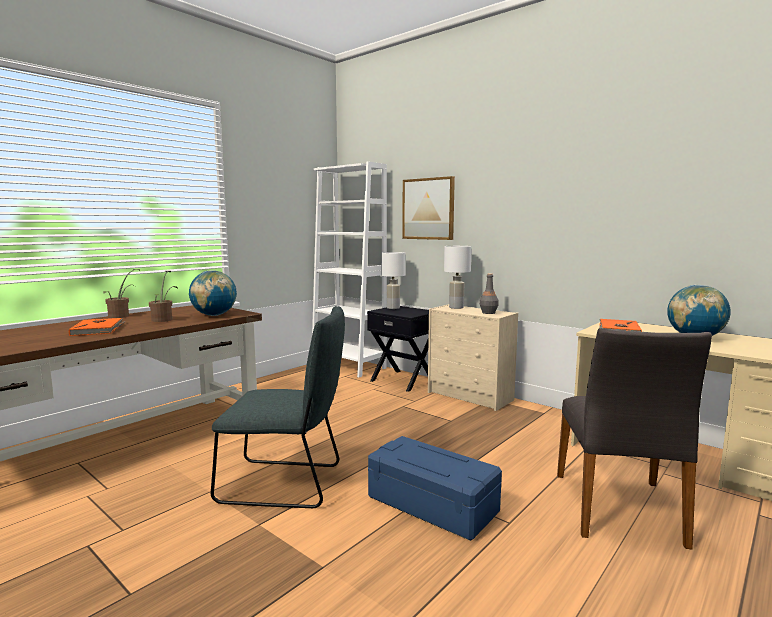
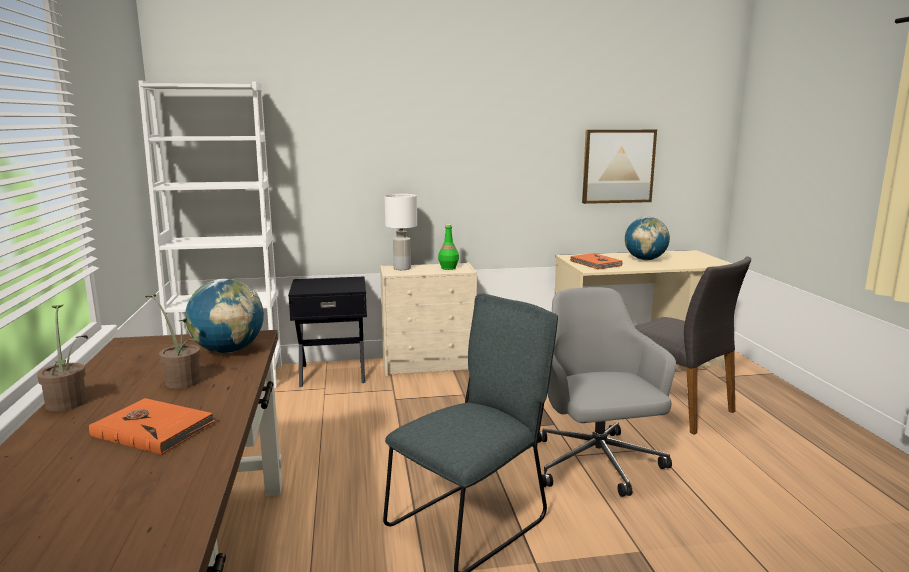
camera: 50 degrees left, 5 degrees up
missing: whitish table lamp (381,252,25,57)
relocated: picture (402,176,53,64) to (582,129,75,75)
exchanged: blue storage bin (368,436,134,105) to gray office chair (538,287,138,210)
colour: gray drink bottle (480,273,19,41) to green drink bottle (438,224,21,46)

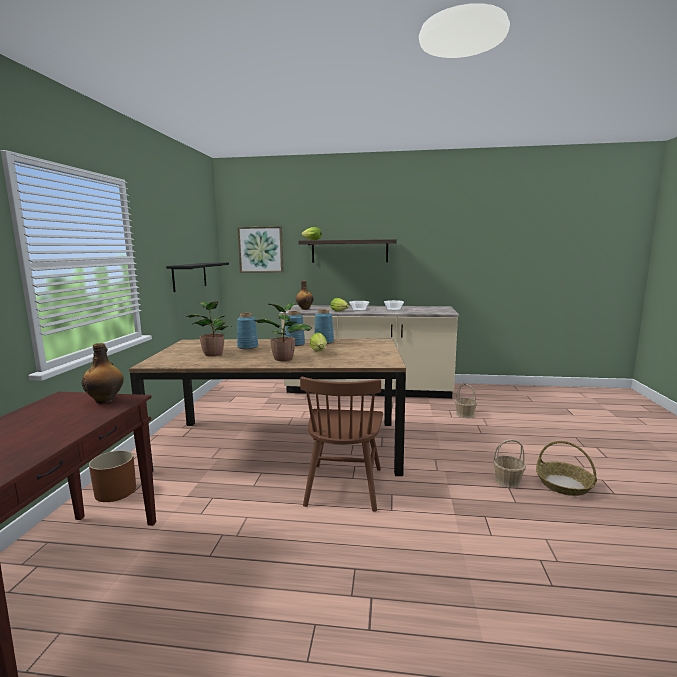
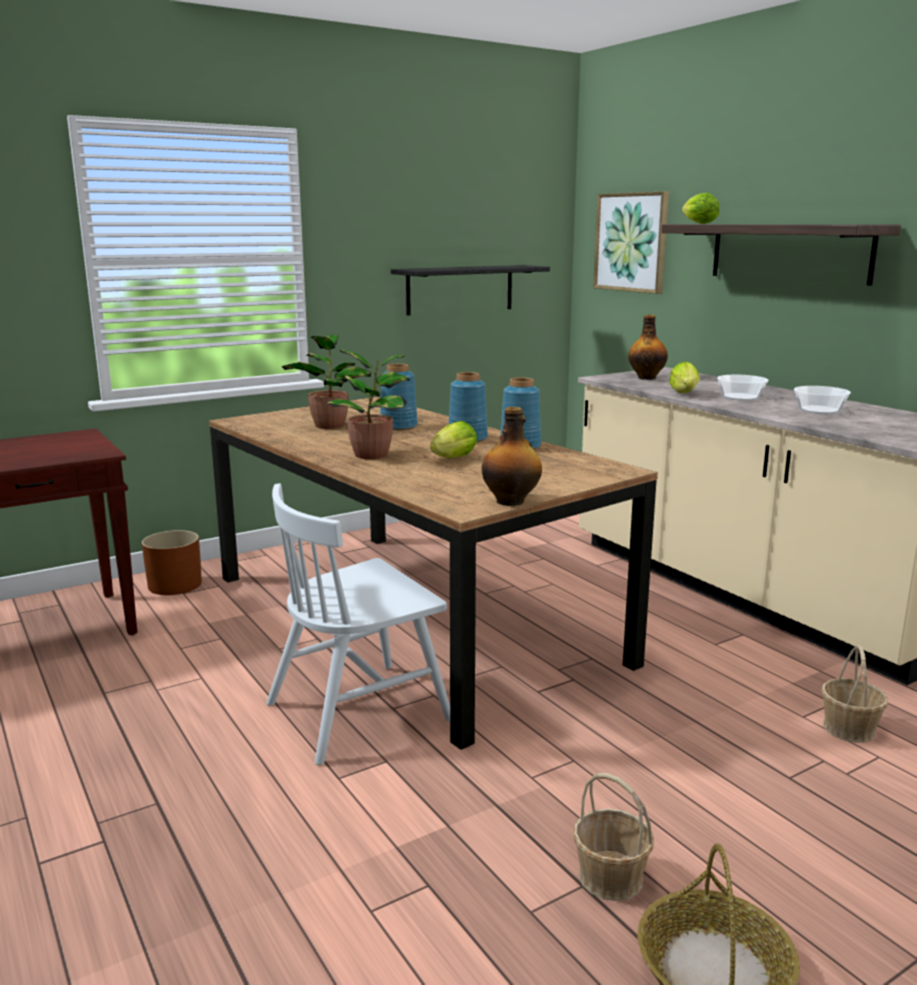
camera: 50 degrees right, 5 degrees up
relocated: drink bottle (82,343,42,61) to (482,407,60,99)
colour: brown plain chair (300,377,83,135) to whitish plain chair (266,483,184,282)

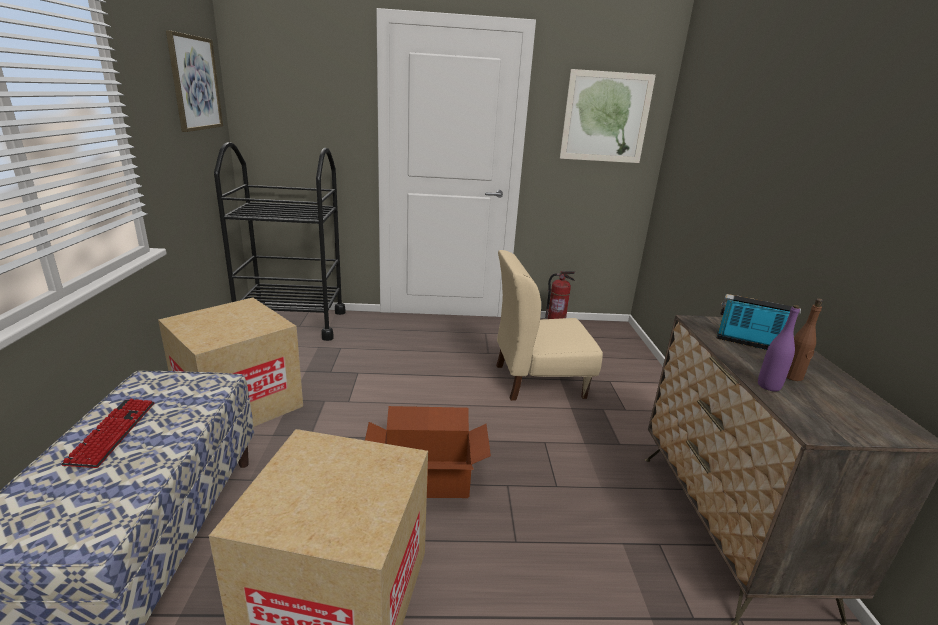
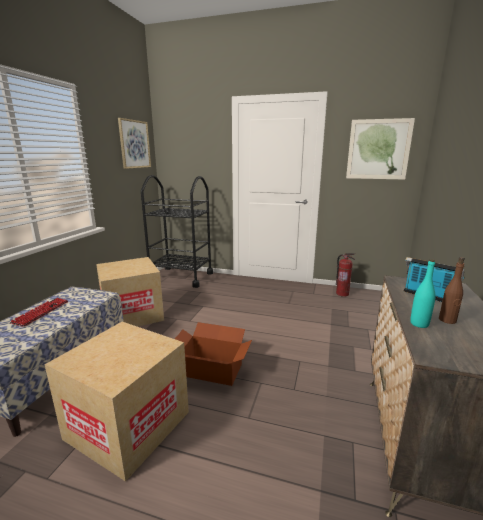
camera: 20 degrees right, 5 degrees down
missing: beige plain chair (496,250,107,151)
colour: purplish drink bottle (758,305,42,86) to blue-green drink bottle (410,259,26,69)

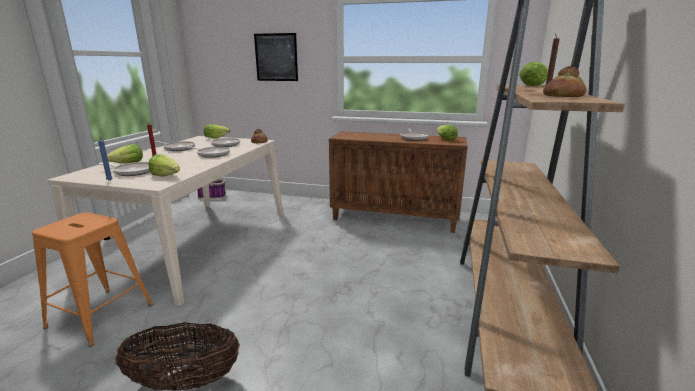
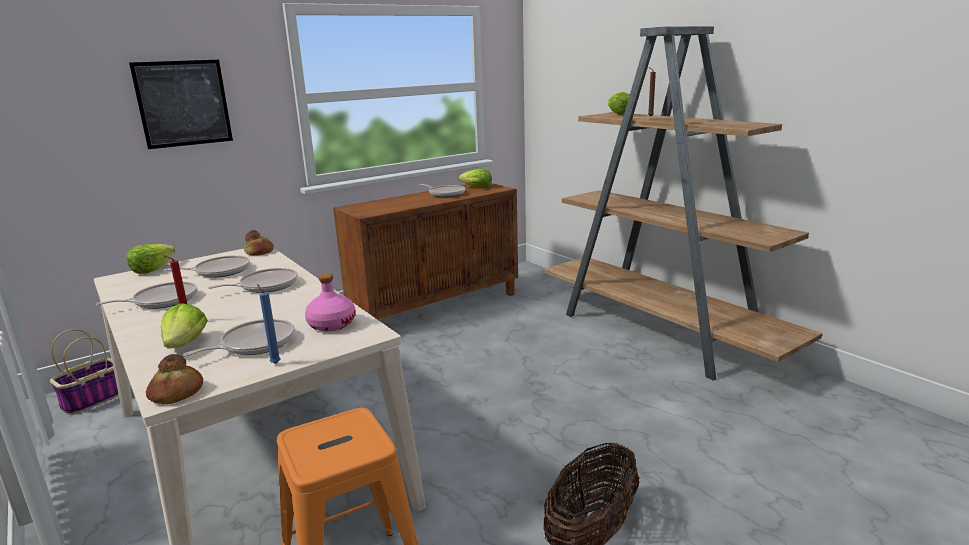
camera: 50 degrees left, 0 degrees up
relocated: bakery bread (543,66,44,31) to (146,354,57,50)
exchanged: lettuce (148,154,32,23) to pink-coloured drink bottle (305,273,51,58)

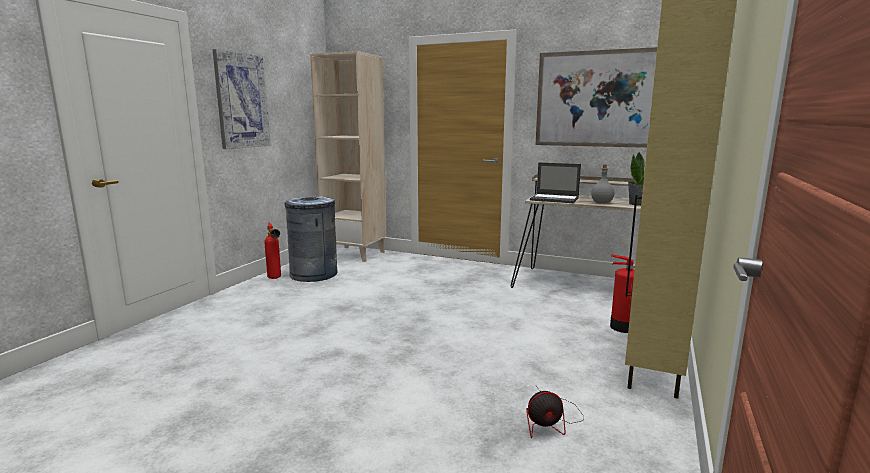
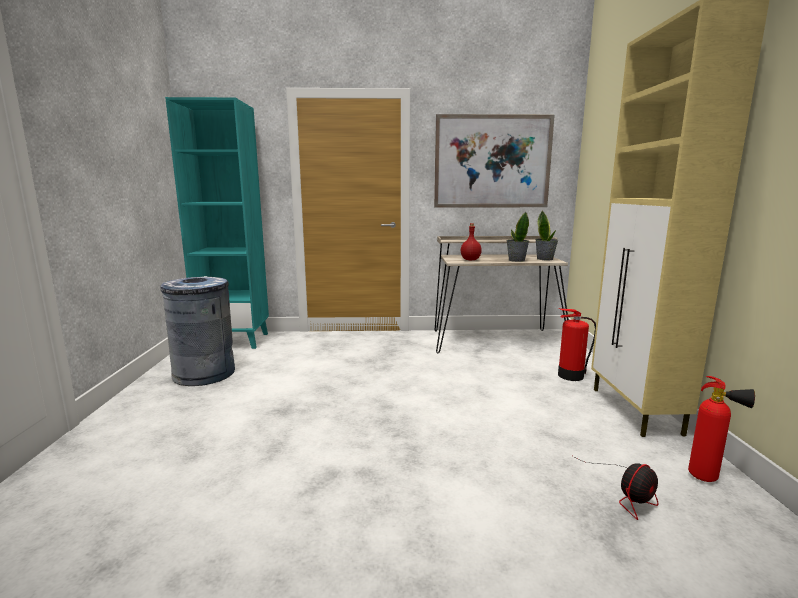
camera: 25 degrees left, 0 degrees up
missing: picture (212,49,59,100)
relocated: fire-fighting cylinder (264,222,17,57) to (688,376,67,106)
exchanged: notebook computer (530,162,51,41) to reddish drink bottle (461,223,21,37); gray drink bottle (591,165,23,39) to houseplant (506,212,23,50)
colour: beige bookshelf (310,51,77,211) to blue-green bookshelf (165,97,104,252)

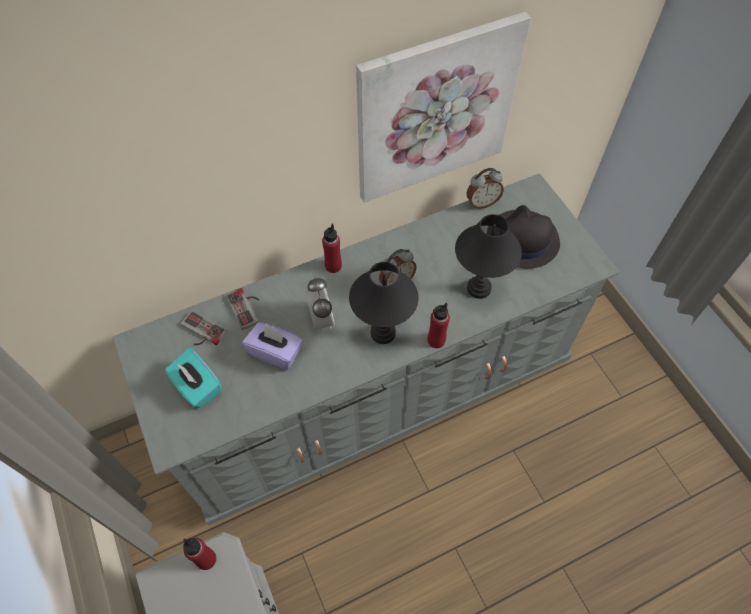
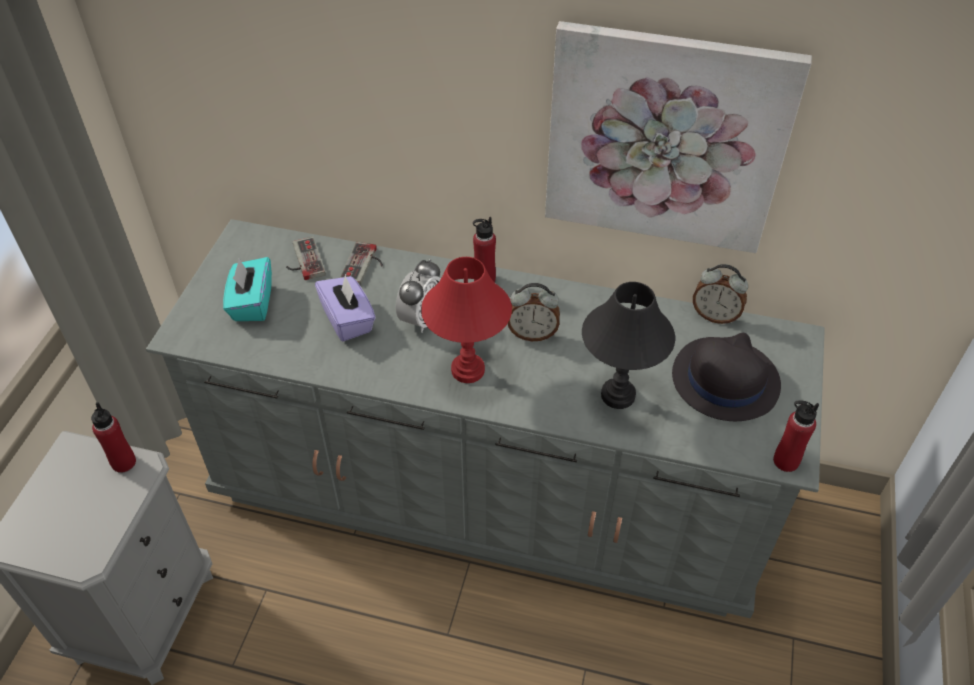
camera: 40 degrees right, 10 degrees down
relocated: reddish drink bottle (428,303,22,45) to (773,400,46,72)
colour: black table lamp (349,262,70,82) to reddish table lamp (421,257,91,126)

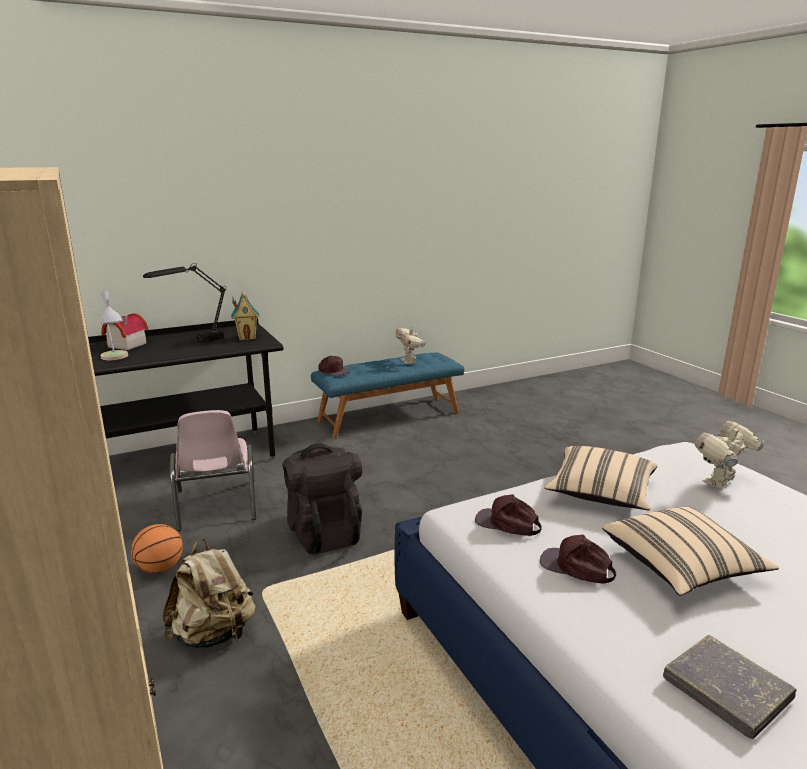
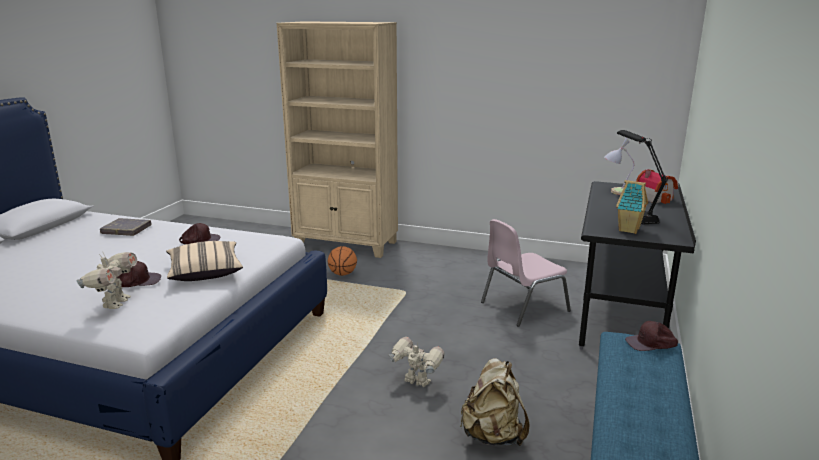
camera: 135 degrees right, 0 degrees up
missing: black rucksack (282,443,80,112); beige cushion (602,506,177,90)
relocated: basketball ball (131,524,52,49) to (327,246,30,30); beige rucksack (163,539,93,109) to (460,358,70,88); robot figure (395,326,31,38) to (389,337,56,50); brown cap (475,494,67,42) to (117,261,44,26)
spun: pink-coloured plain chair (170,410,86,121) = (481,219,90,108) 60 degrees counterclockwise

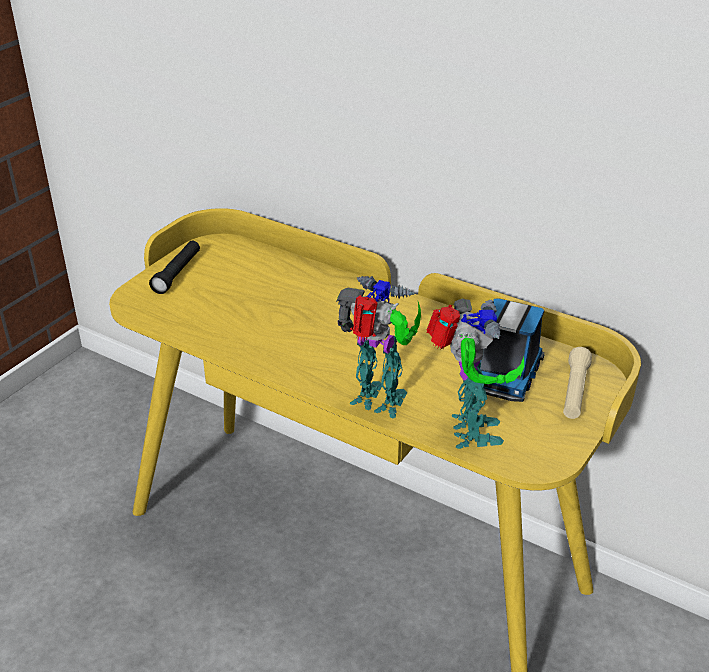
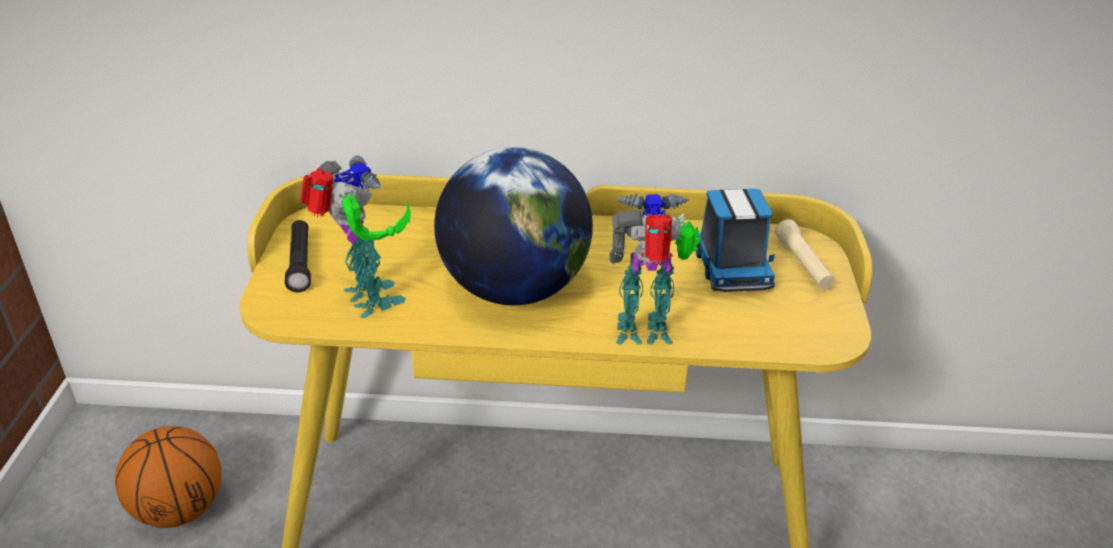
camera: 30 degrees left, 0 degrees up
appeared: basketball ball (115,426,107,102); globe (434,147,159,158)
relocated: robot figure (426,298,98,151) to (301,155,110,163)

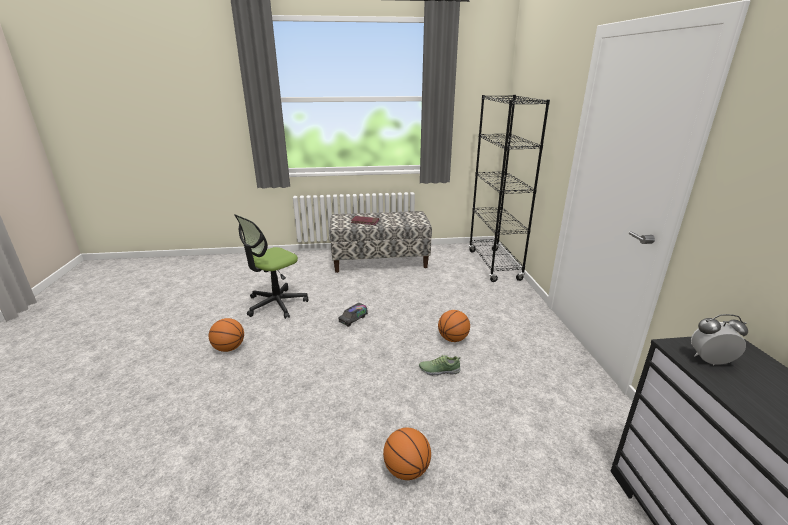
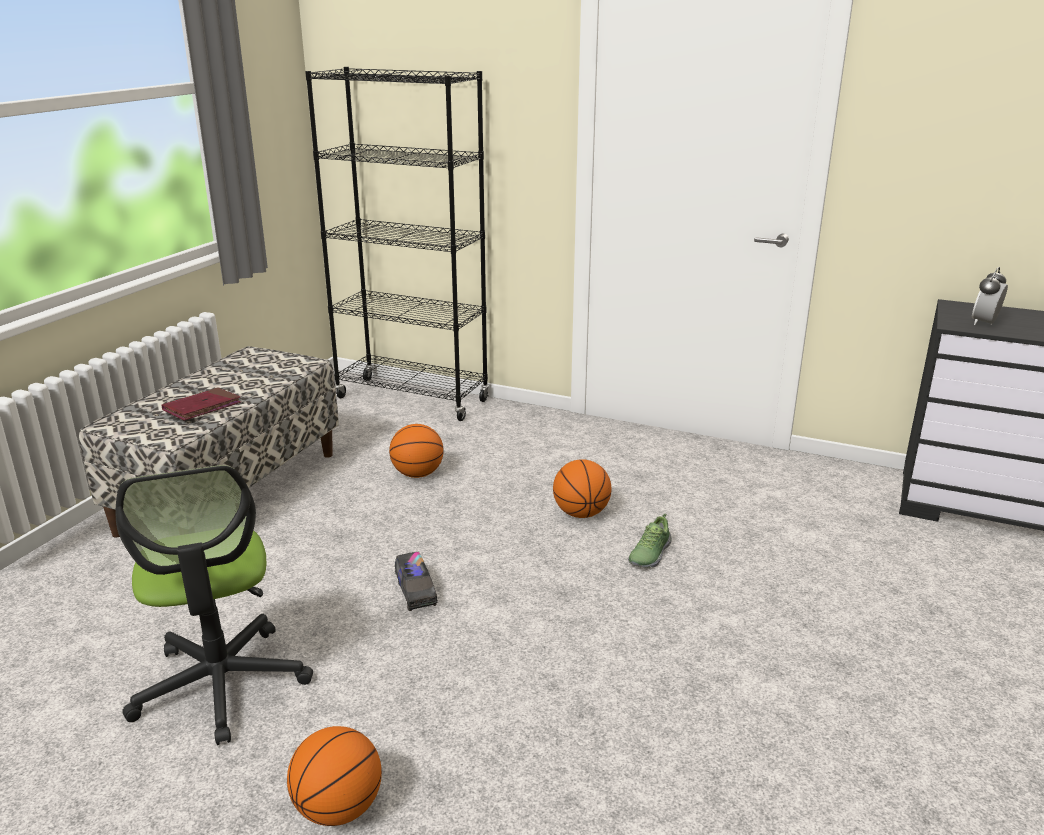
camera: 60 degrees left, 0 degrees up
relocated: basketball ball (383,428,48,52) to (389,424,55,54)

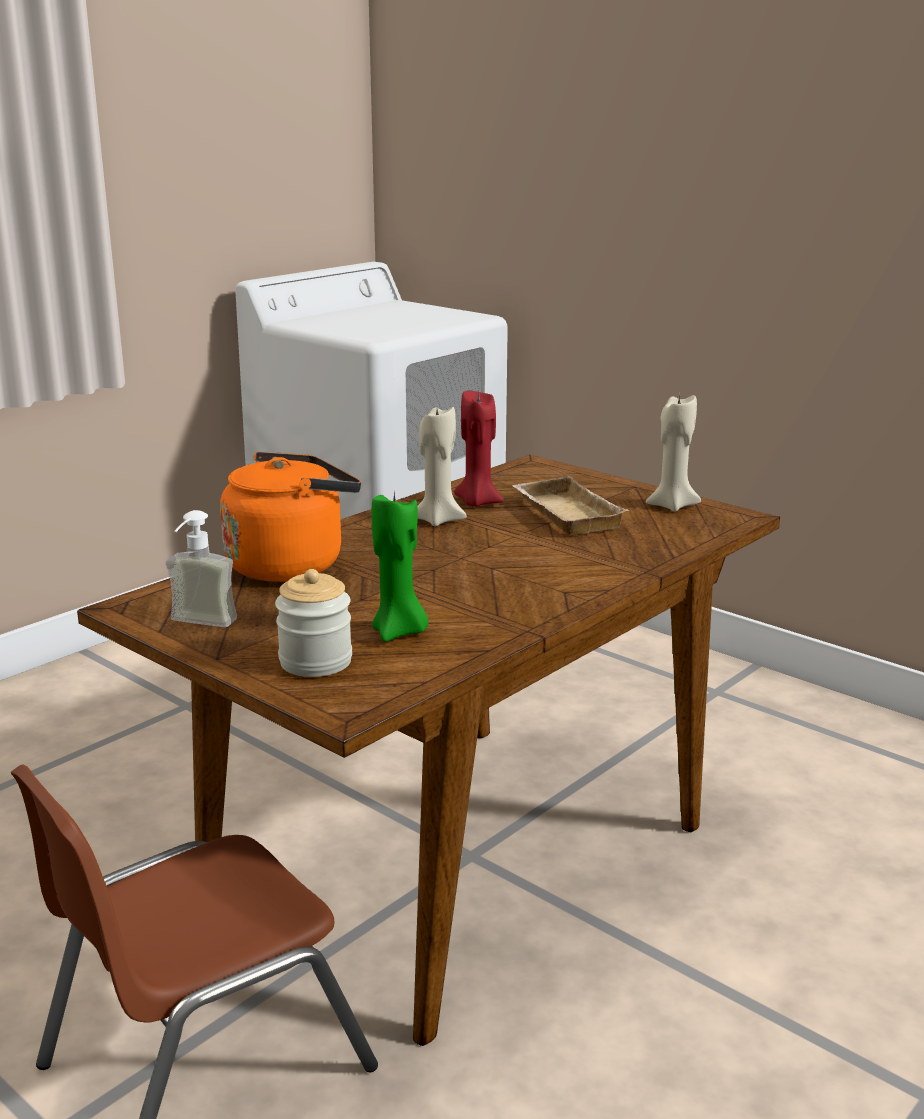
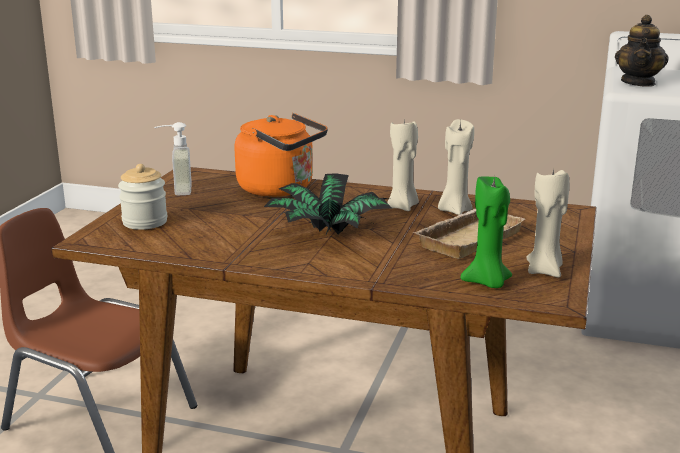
camera: 65 degrees right, 0 degrees up
appeared: houseplant (264,173,128,63); teapot (615,15,54,72)
relocated: green wax candle (372,491,56,151) to (460,175,52,113)
colour: reddish wax candle (454,391,50,116) to beige wax candle (438,119,36,96)

